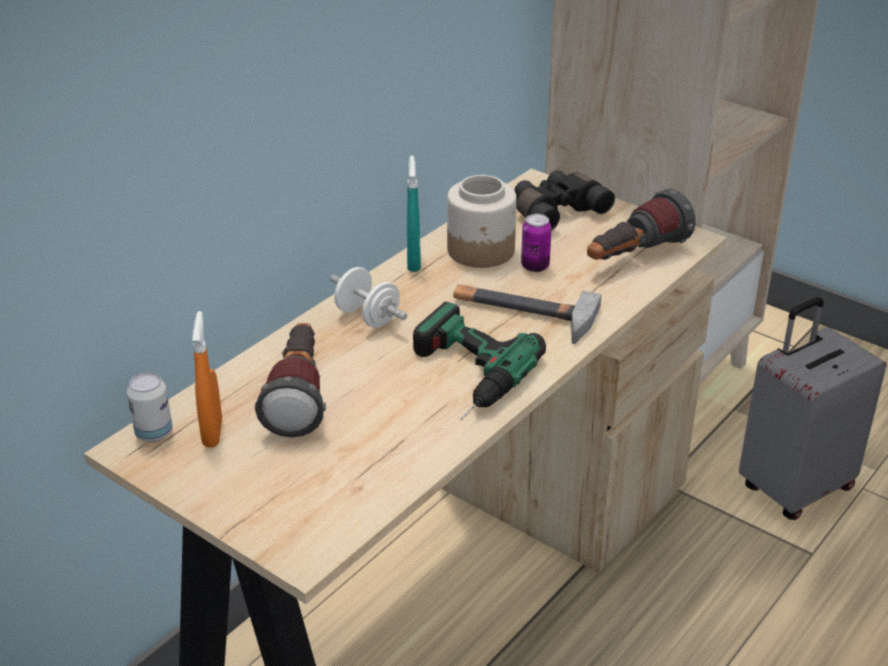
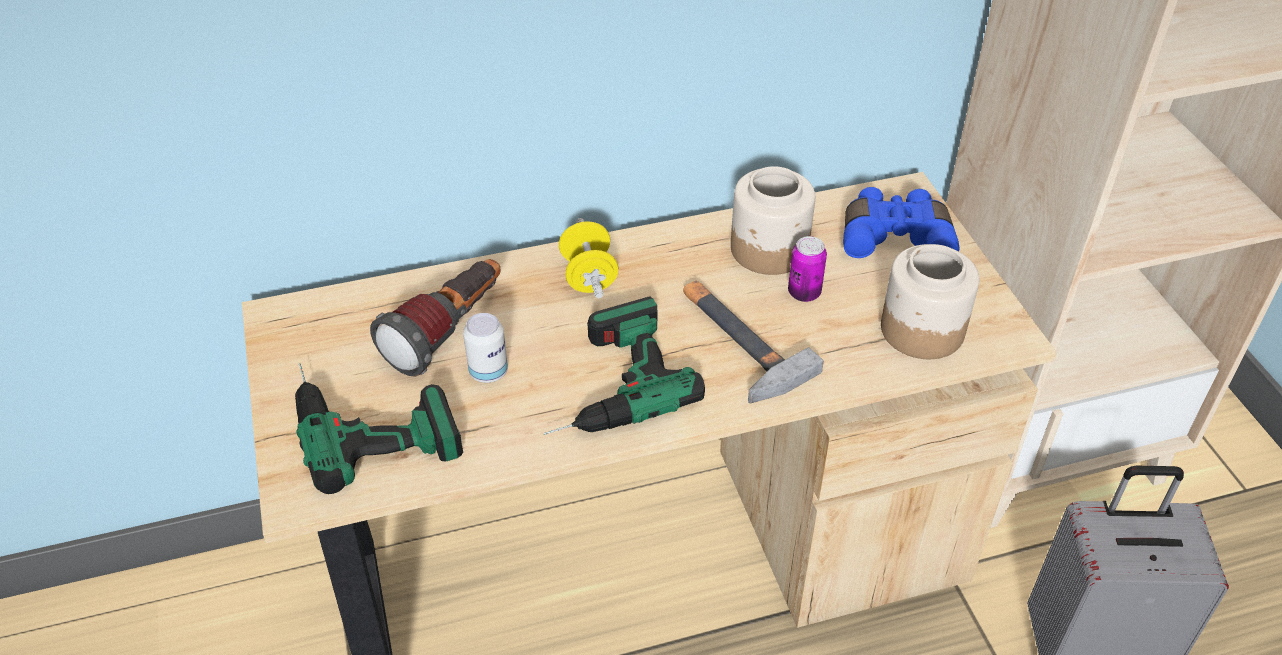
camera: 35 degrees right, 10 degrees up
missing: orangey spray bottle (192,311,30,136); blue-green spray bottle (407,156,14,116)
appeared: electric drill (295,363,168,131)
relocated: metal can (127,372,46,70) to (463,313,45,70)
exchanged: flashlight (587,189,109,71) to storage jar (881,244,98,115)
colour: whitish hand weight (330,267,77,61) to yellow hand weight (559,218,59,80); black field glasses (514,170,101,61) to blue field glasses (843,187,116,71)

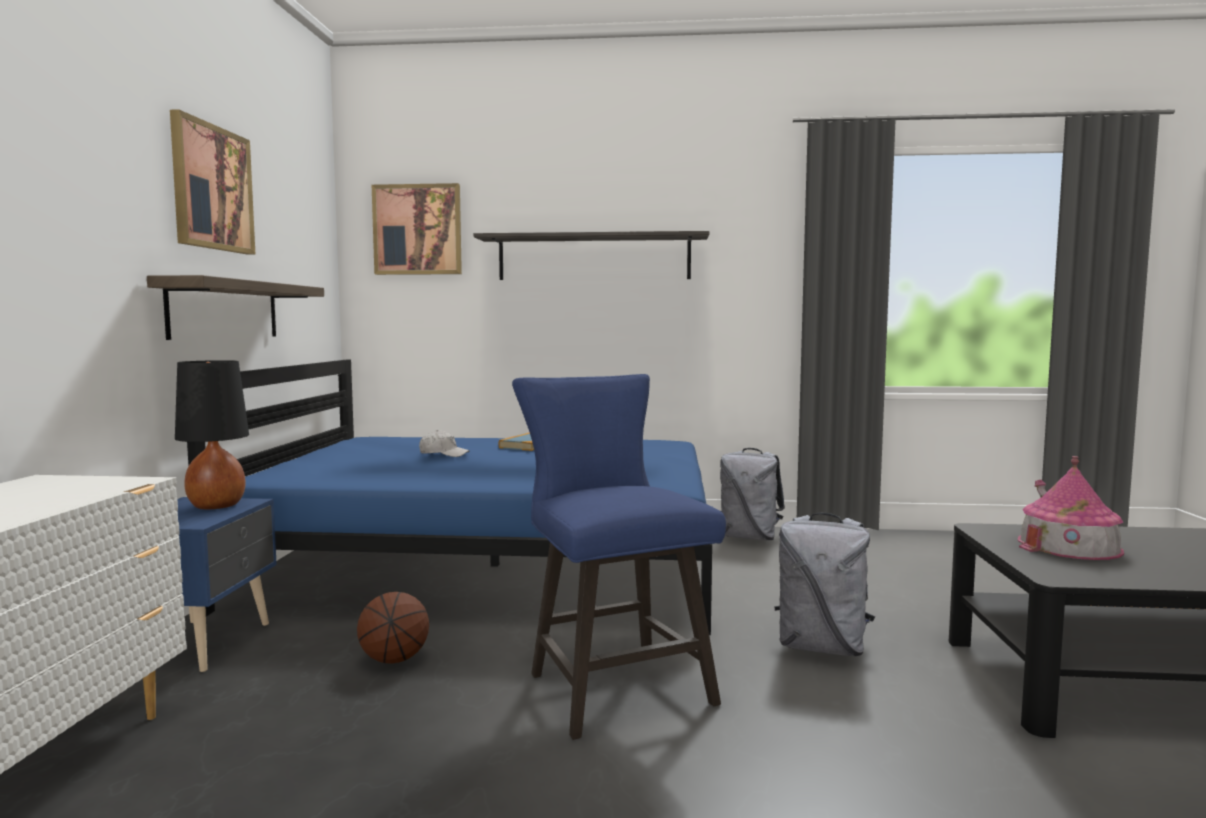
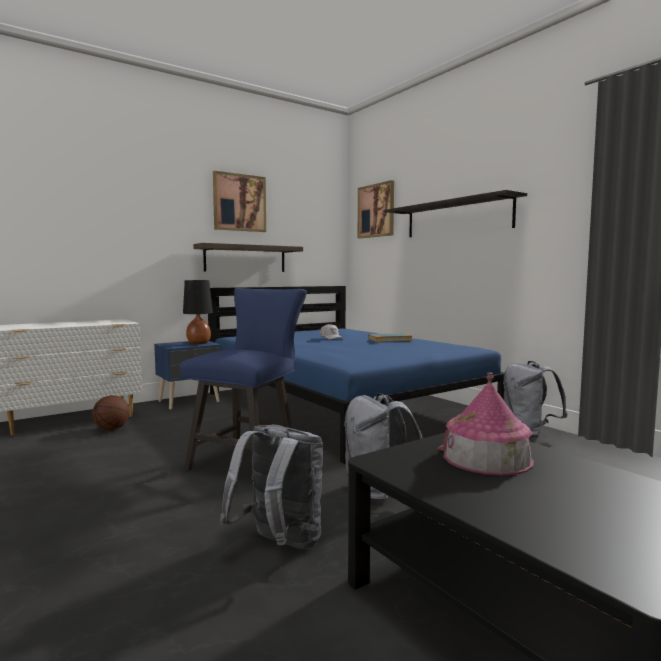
camera: 50 degrees right, 0 degrees up
appeared: gray rucksack (220,424,104,125)
relocated: basketball ball (357,592,72,72) to (92,395,38,35)

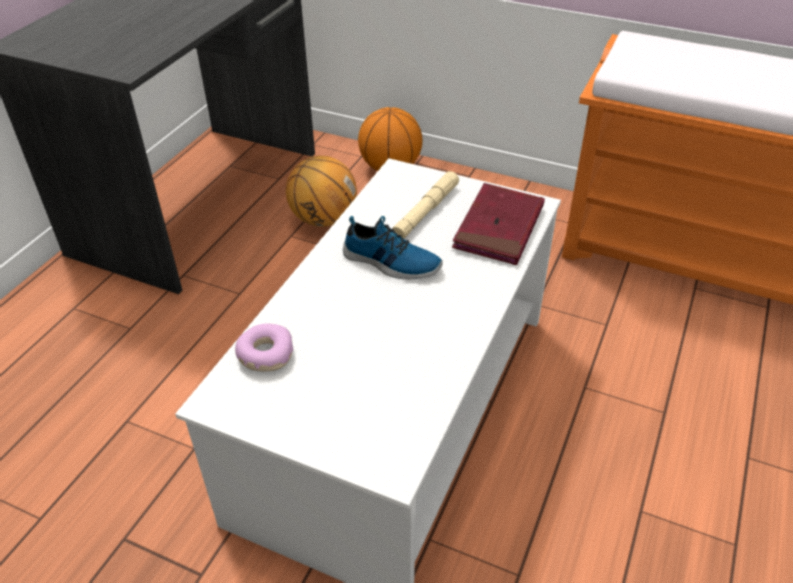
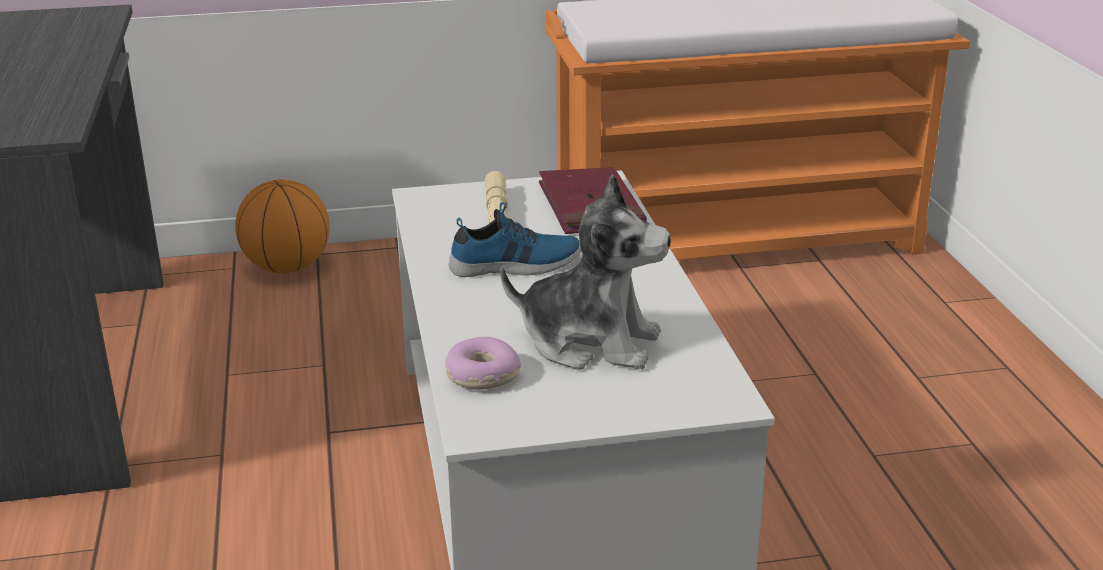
camera: 35 degrees left, 15 degrees down
missing: basketball ball (286,156,71,71)
appeared: plush toy (500,174,171,196)

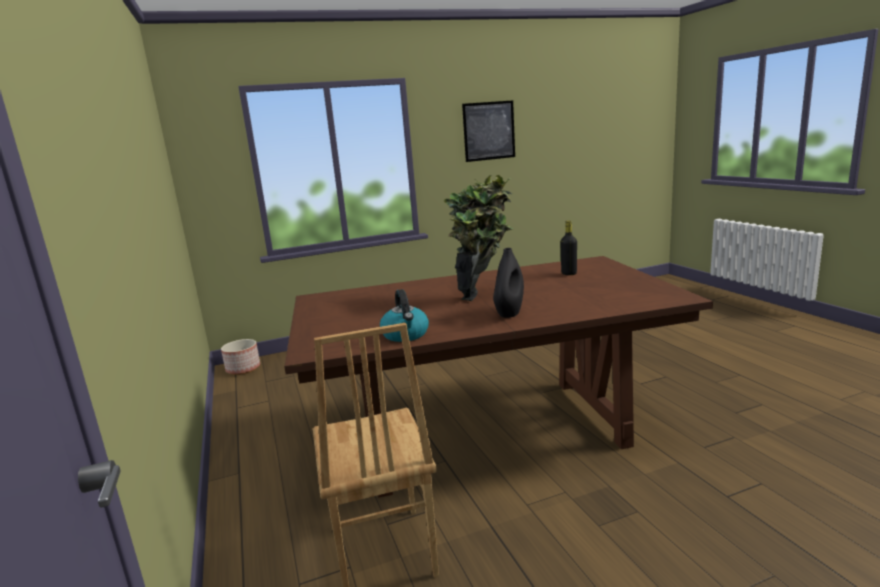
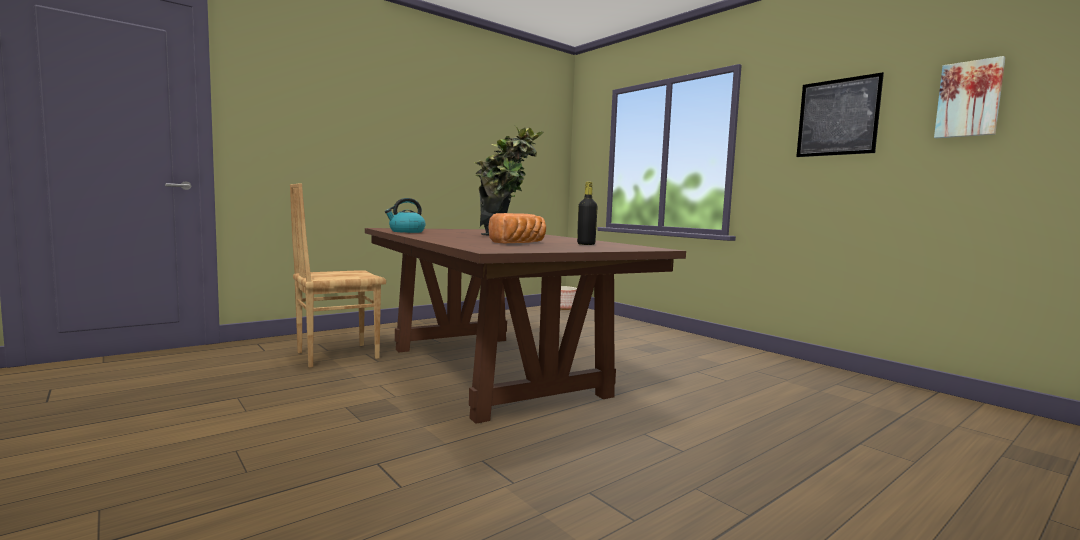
camera: 70 degrees right, 10 degrees down
missing: black decorative vase (493,248,31,70)
appeared: bakery bread (488,213,58,30); picture (934,56,72,83)

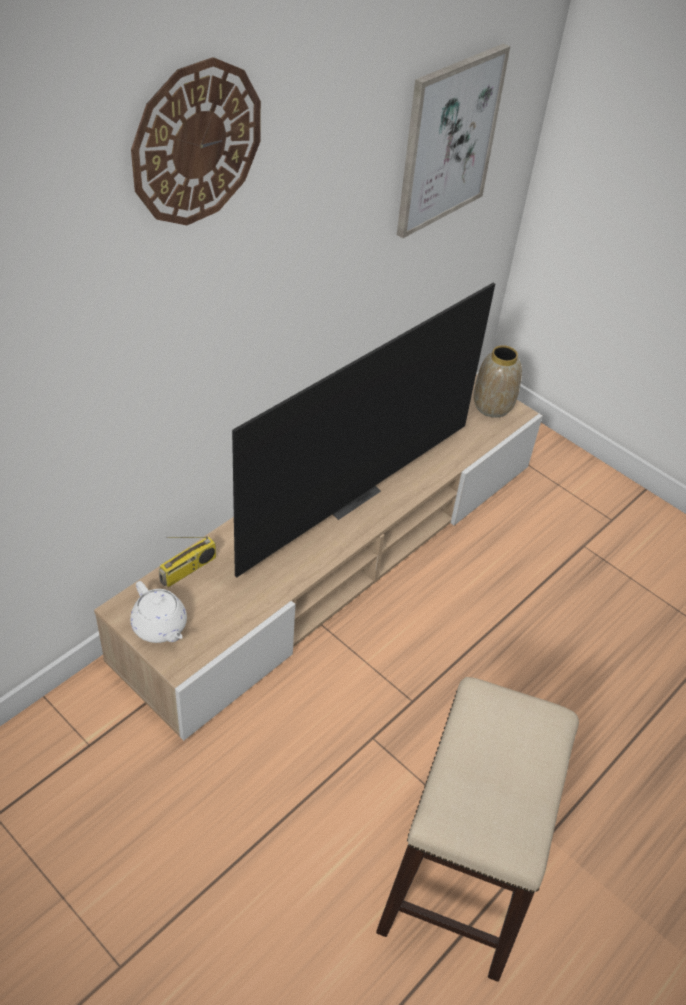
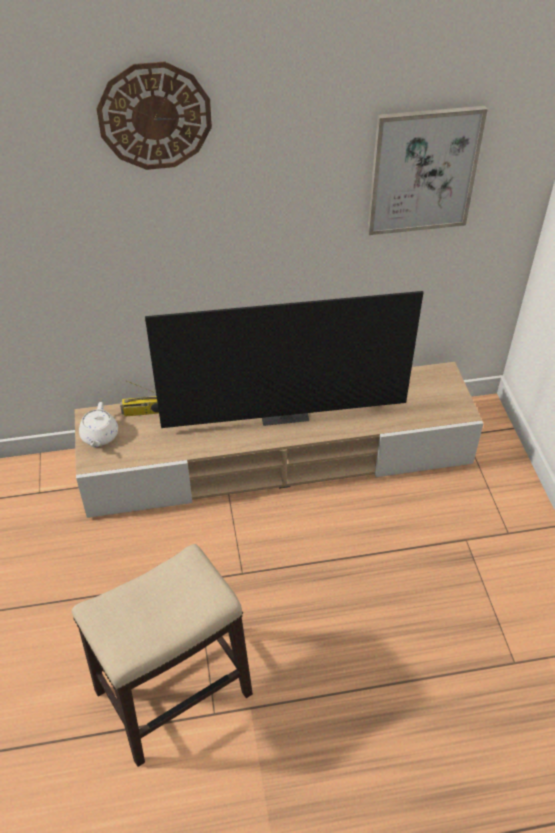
camera: 40 degrees right, 0 degrees up
missing: decorative vase (473,345,49,73)

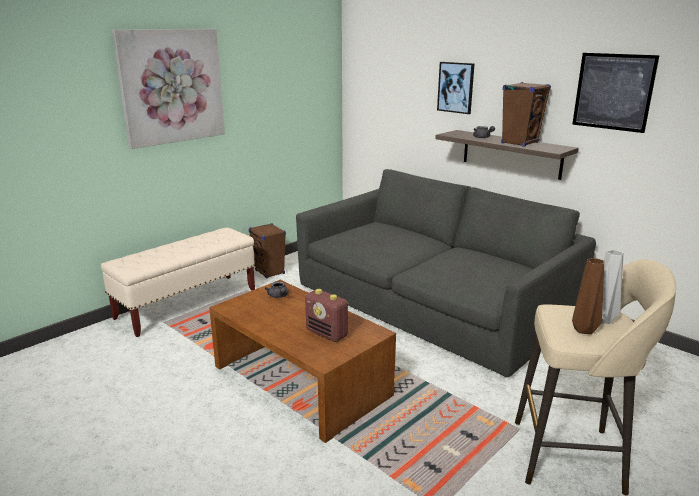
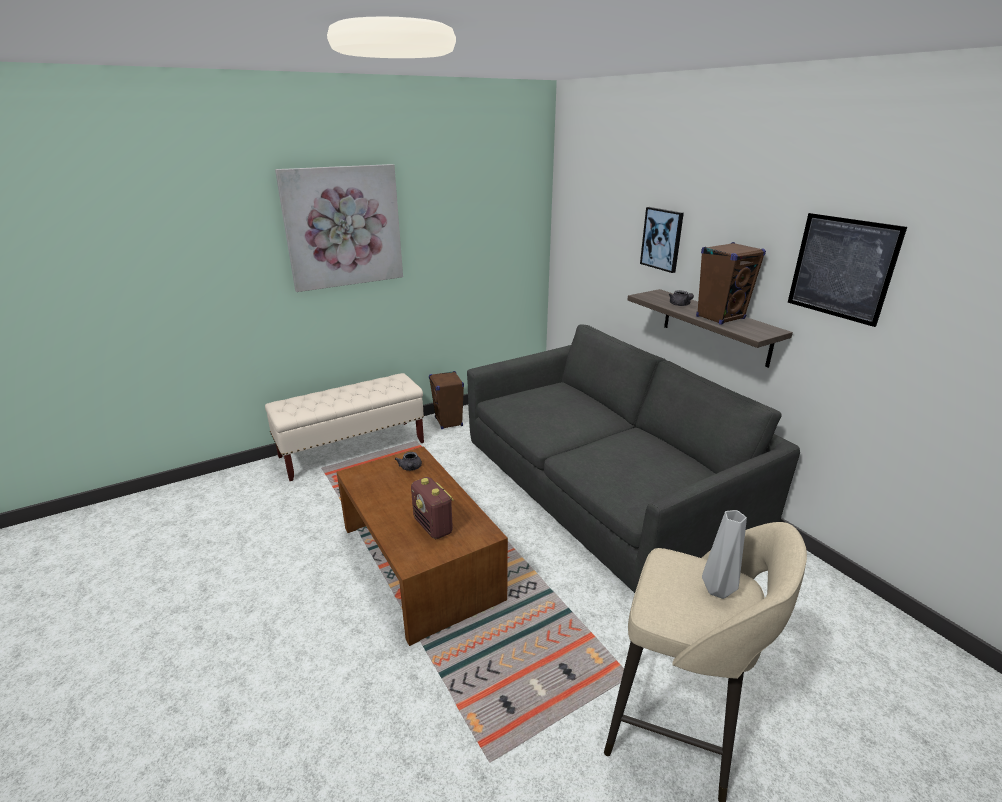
camera: 15 degrees right, 5 degrees up
missing: brown decorative vase (572,258,32,76)

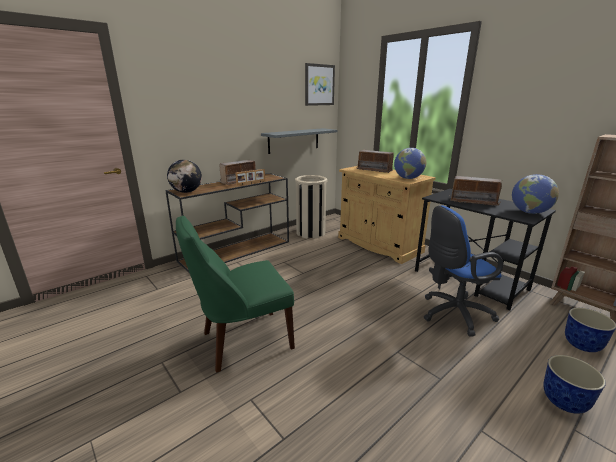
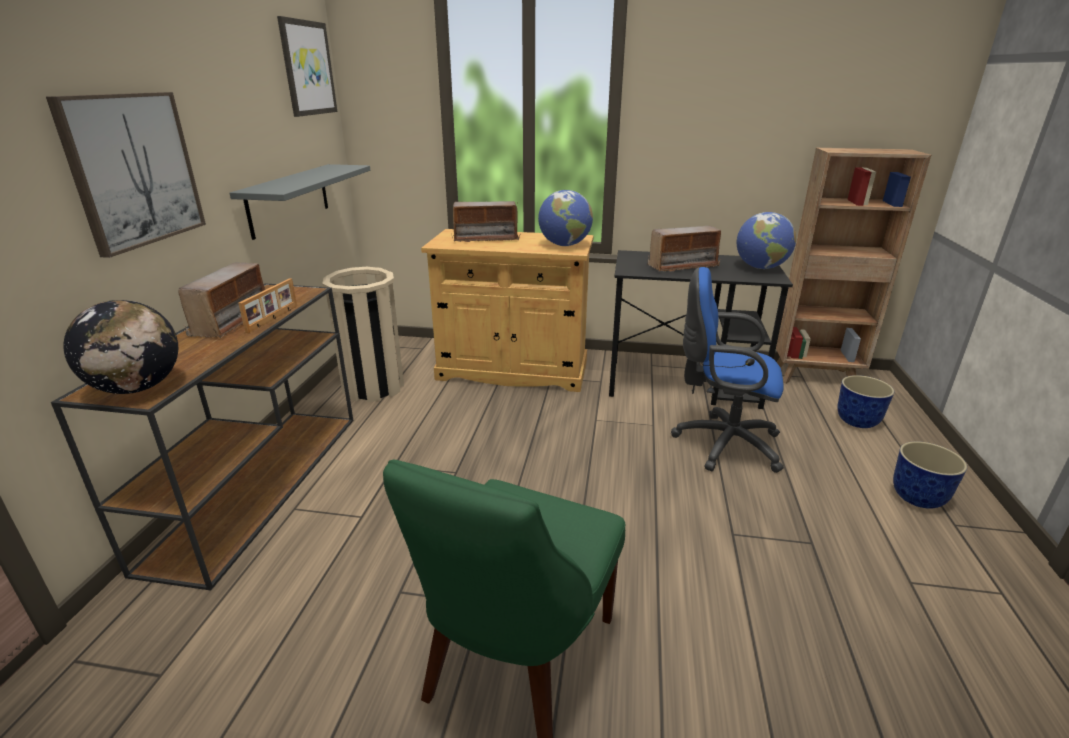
camera: 40 degrees left, 5 degrees up
appeared: picture (46,92,160,166)
spun: blue office chair (424,206,79,130) = (671,267,113,206) 75 degrees clockwise

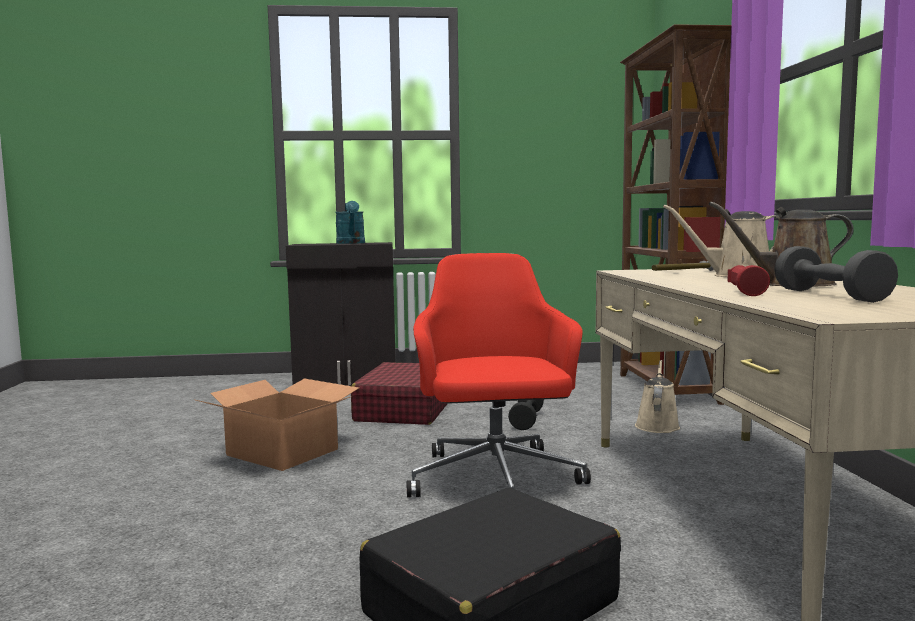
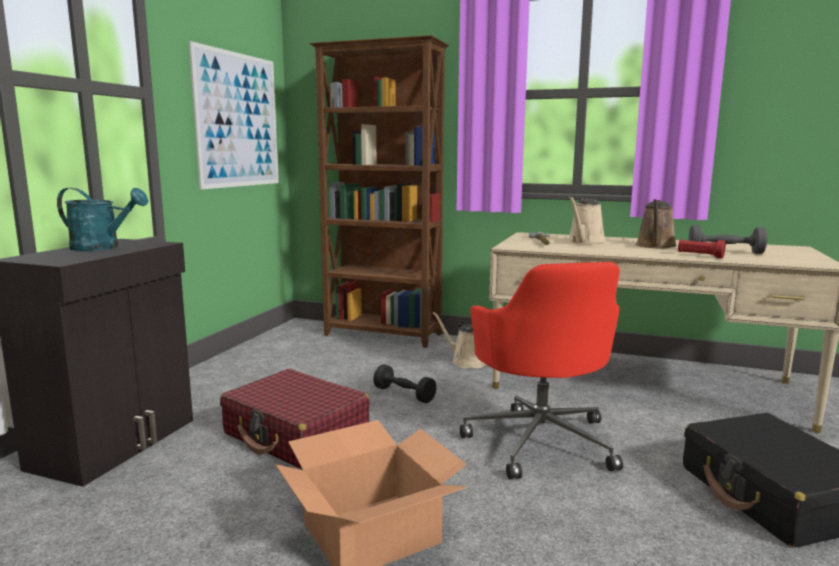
camera: 65 degrees left, 5 degrees up
appeared: picture (189,41,90,149)
spun: reddish office chair (407,253,184,244) = (460,262,163,217) 120 degrees counterclockwise

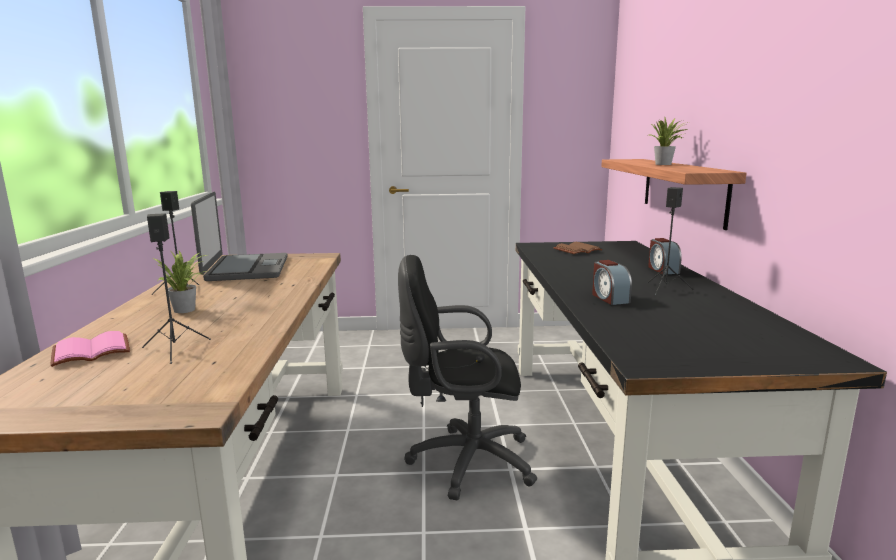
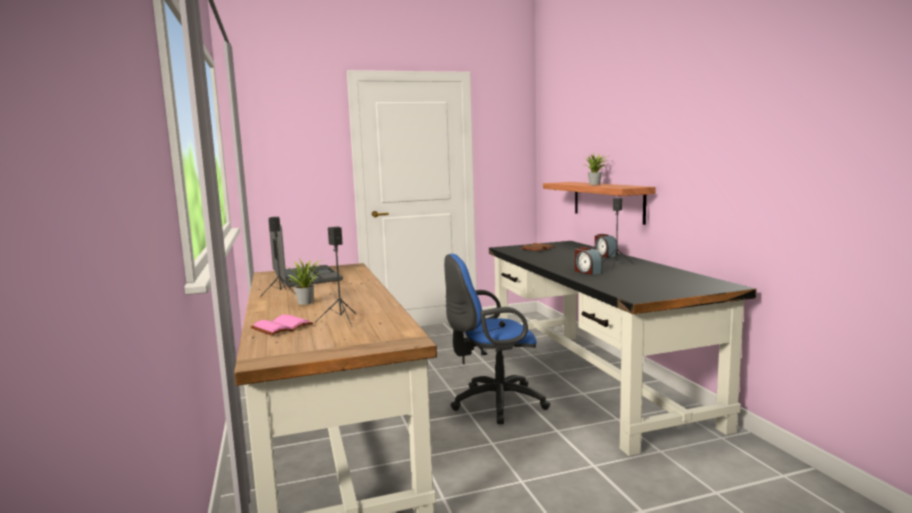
camera: 15 degrees left, 5 degrees down
colour: black office chair (398,255,139,245) to blue office chair (444,254,106,170)

